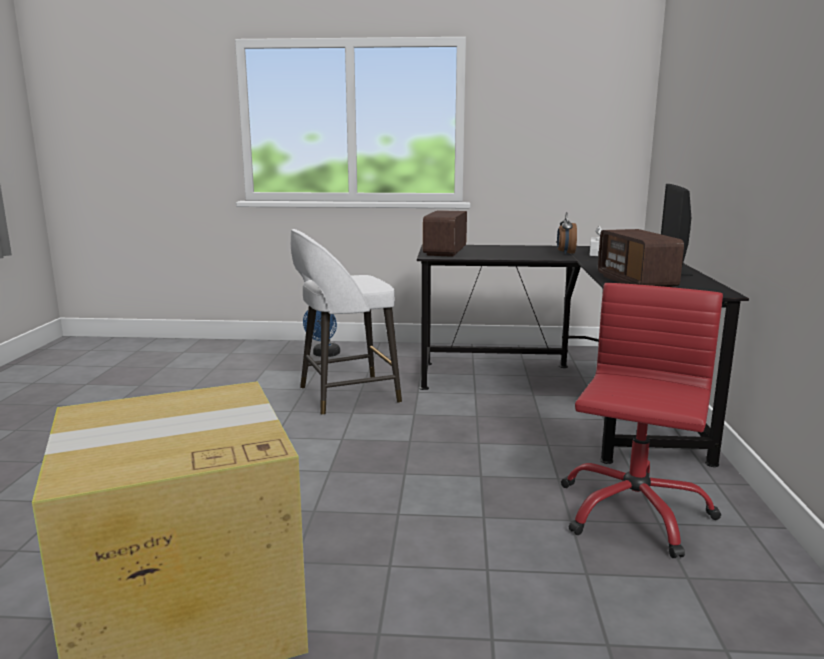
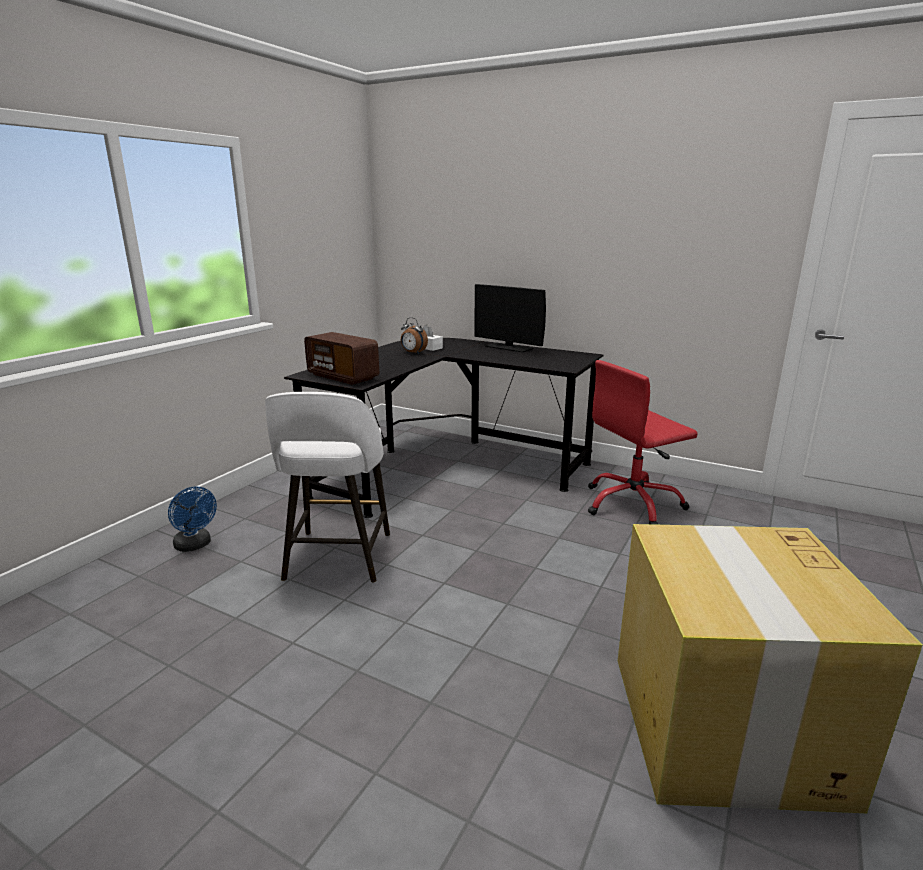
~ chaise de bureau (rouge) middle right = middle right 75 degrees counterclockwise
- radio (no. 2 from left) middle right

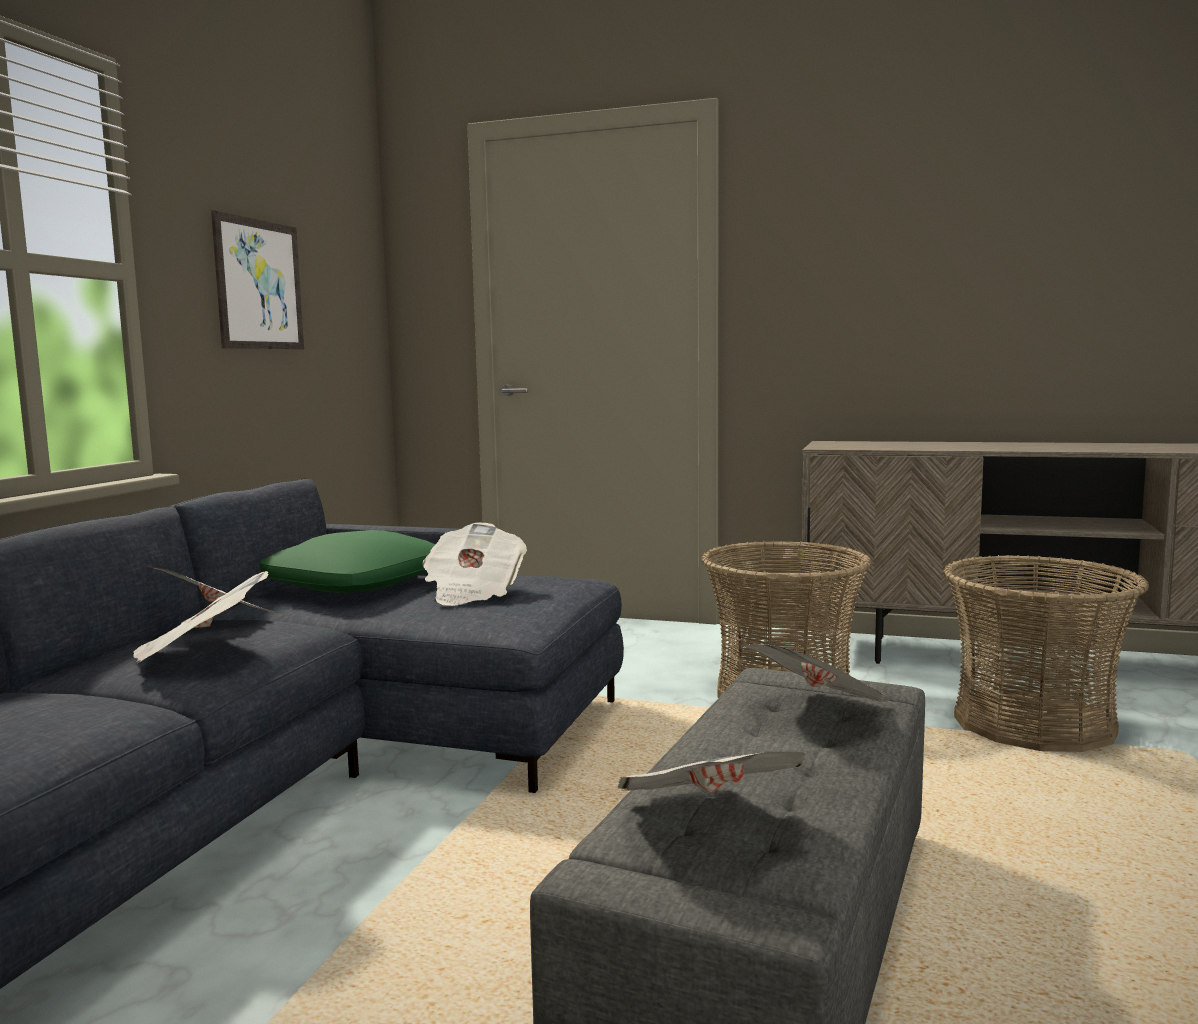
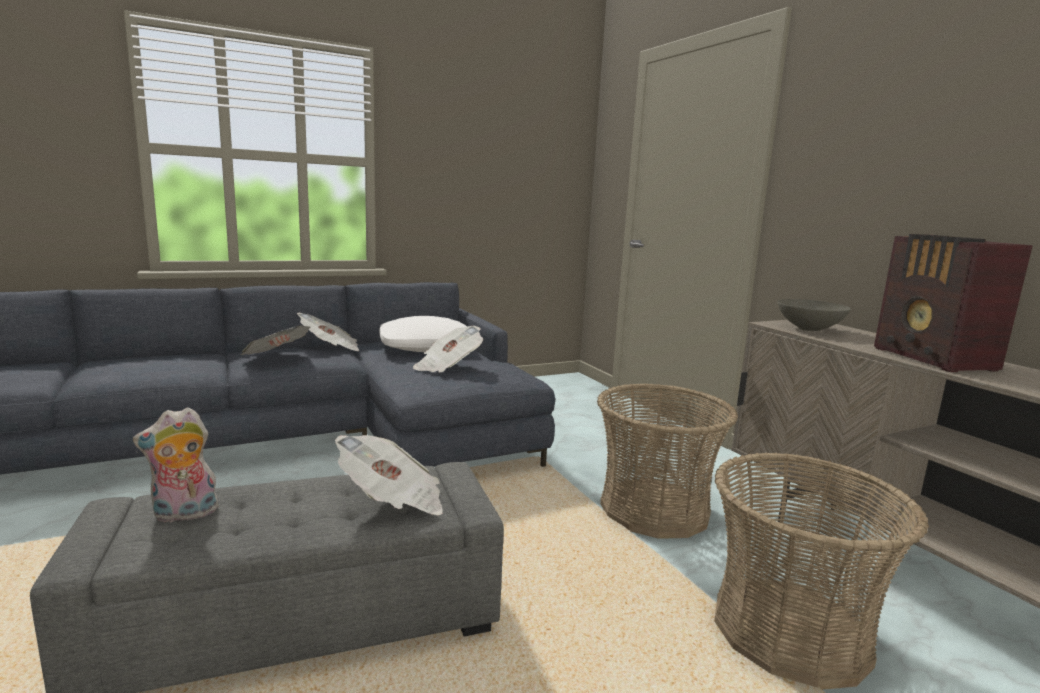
~ journal (no. 4 from left) bottom centre to peluche bottom left
~ coussin (vert) middle left to coussin (blanc) centre
+ bol (gris) middle right
+ radio middle right
- tableau top left

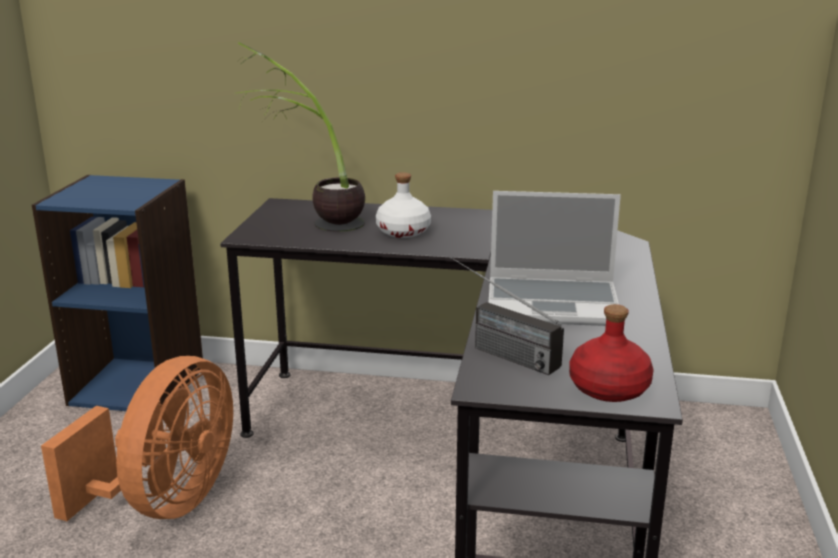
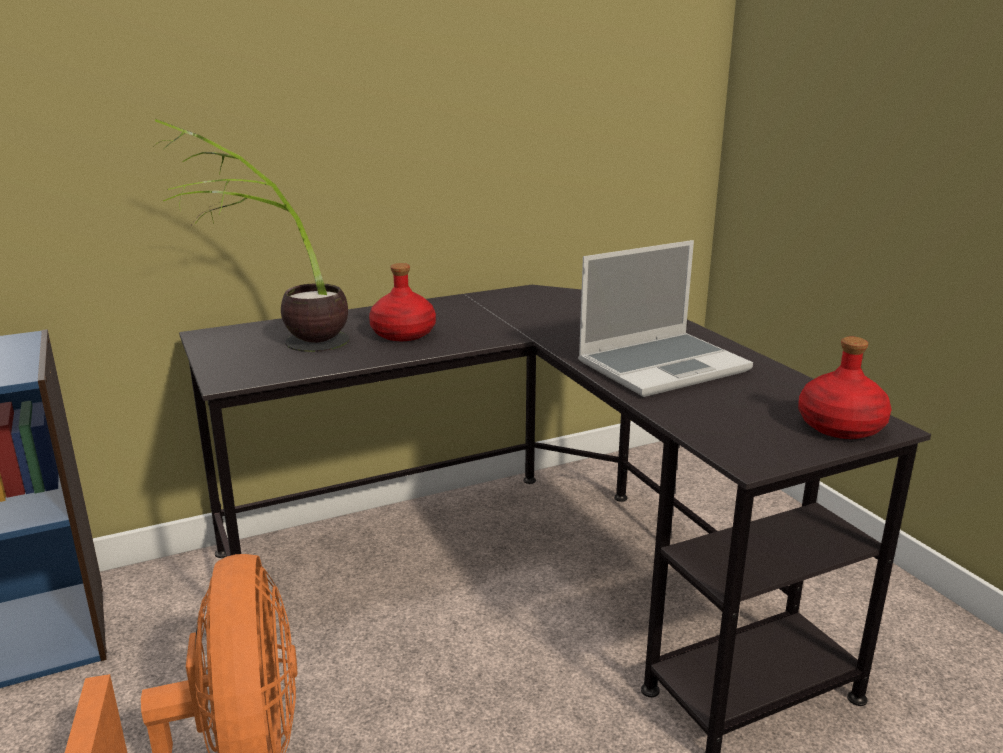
~ bouteille (blanc) centre to bouteille (rouge) (no. 1 from left) centre
- radio centre

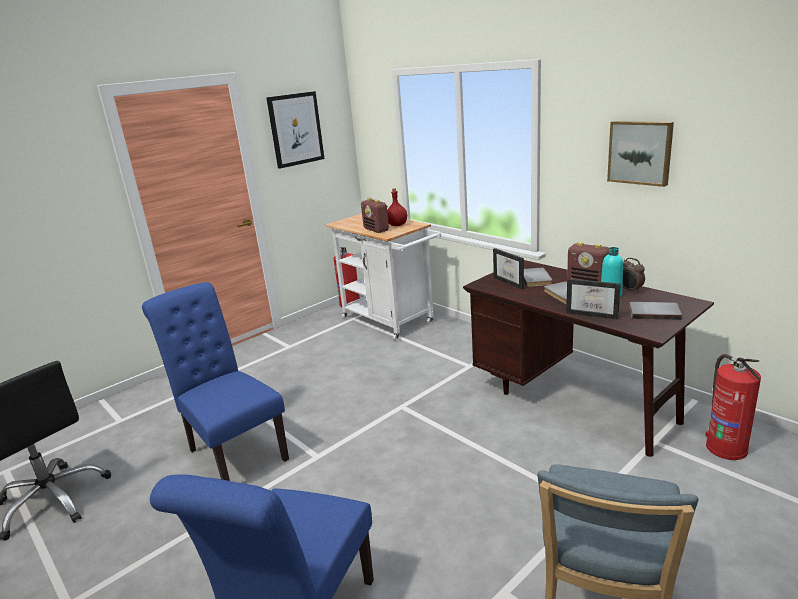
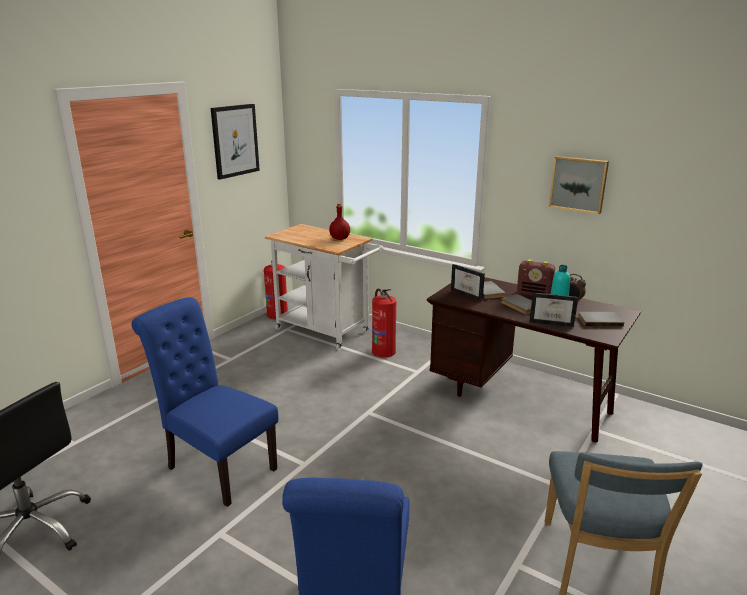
~ extincteur (no. 2 from left) bottom right to centre
- radio (no. 1 from left) centre

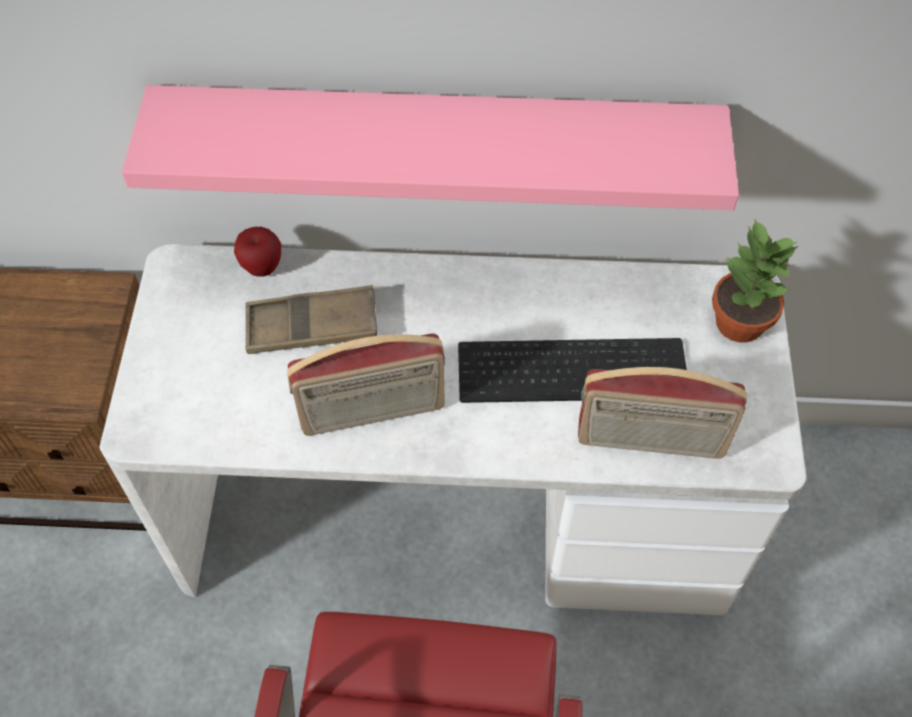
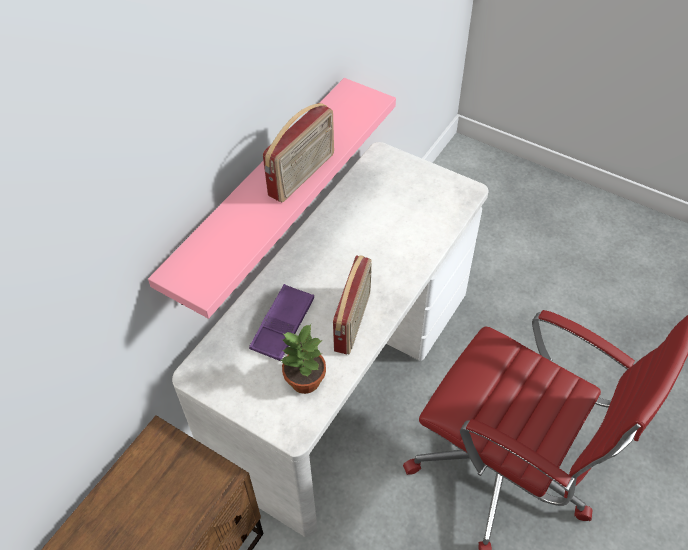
~ plateau (marron) centre to plateau (violet) centre
~ radio (no. 2 from left in the first image) middle right to radio (no. 1 from left) top centre
~ plante en pot middle right to centre
- pomme middle left
- clavier centre

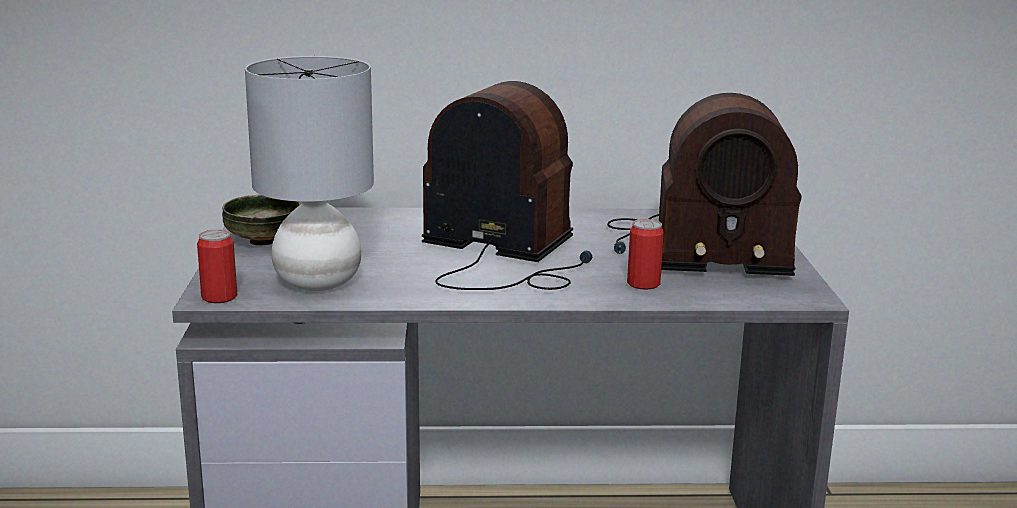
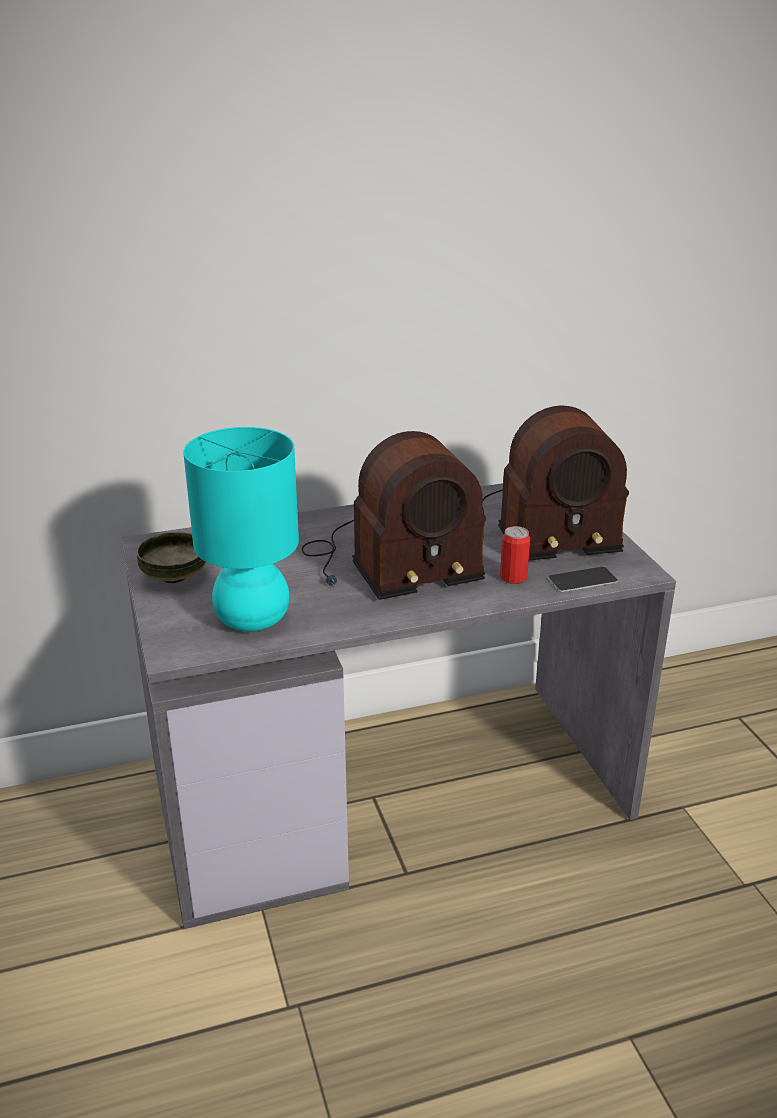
~ lampe de table (gris) middle left to lampe de table (turquoise) middle left
~ radio (no. 1 from left) centre = centre 150 degrees clockwise
+ téléphone middle right
- boîte métallique (no. 1 from left) middle left

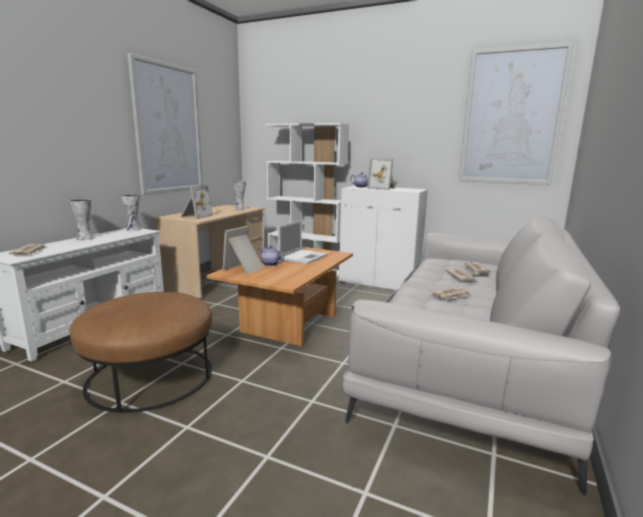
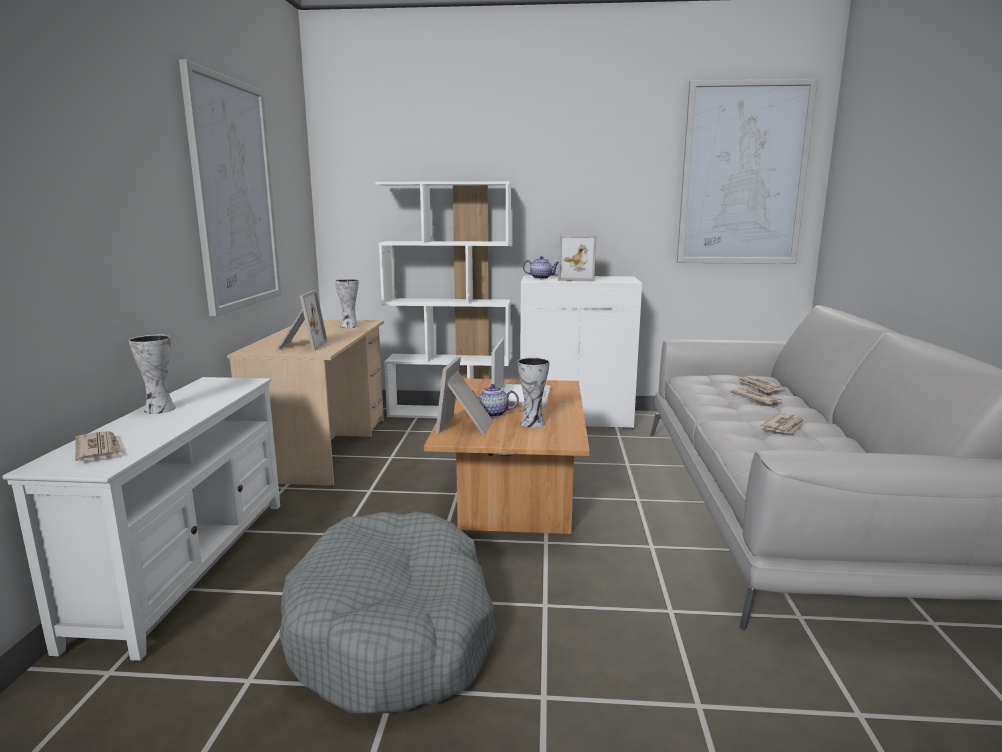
~ pouf (marron) bottom left to panier pour chien (gris) bottom centre
~ vase (no. 2 from left in the first image) middle left to vase (no. 3 from left) centre

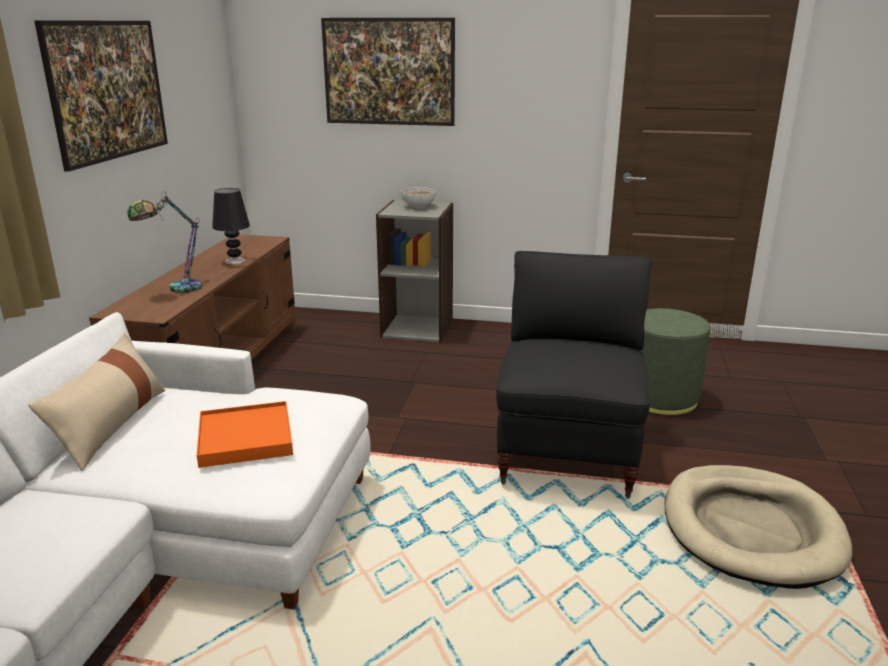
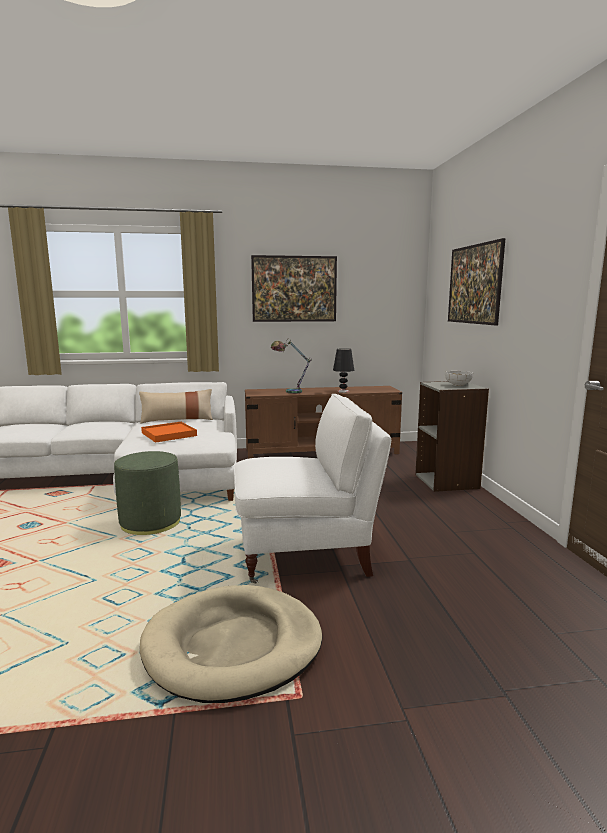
~ pouf (vert) middle right to middle left
~ fauteuil (noir) centre to fauteuil (blanc) centre

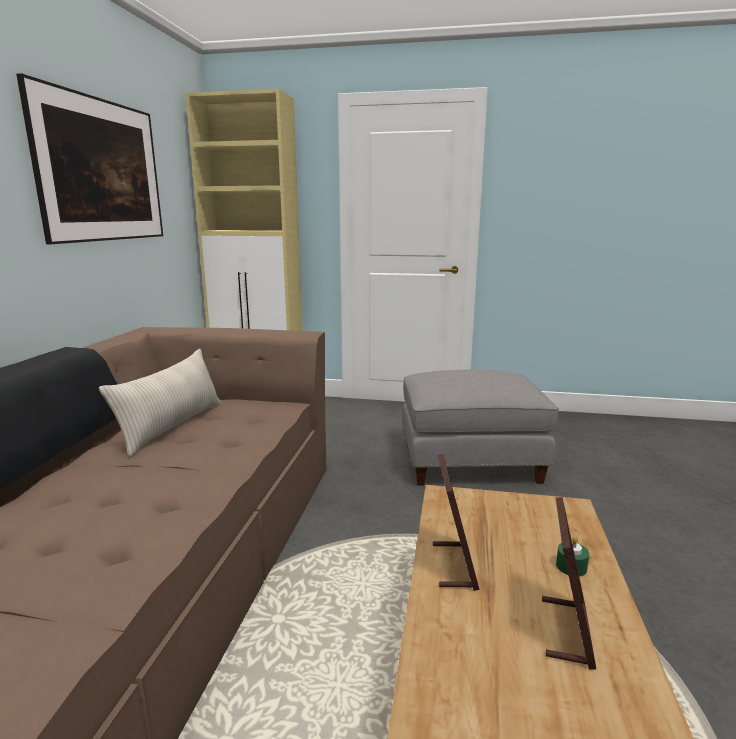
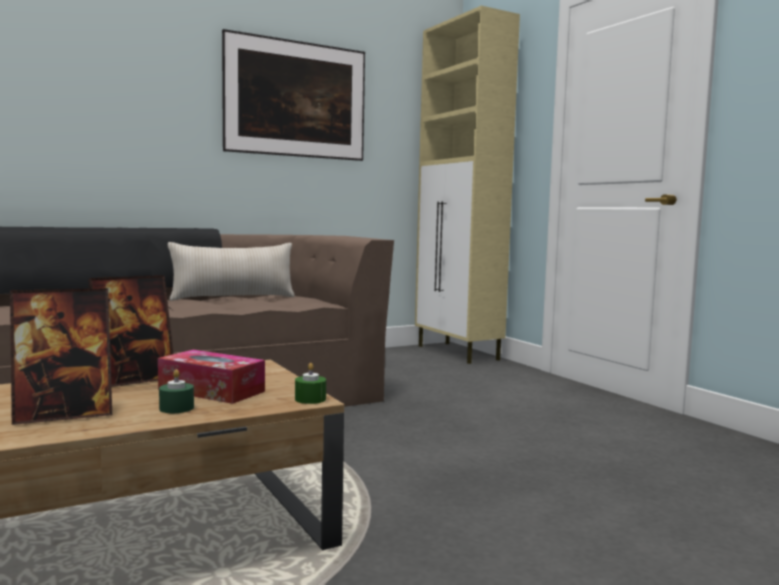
+ boîte à mouchoirs middle left
+ bougie (vert) (no. 2 from left) centre
- pouf (gris) centre

